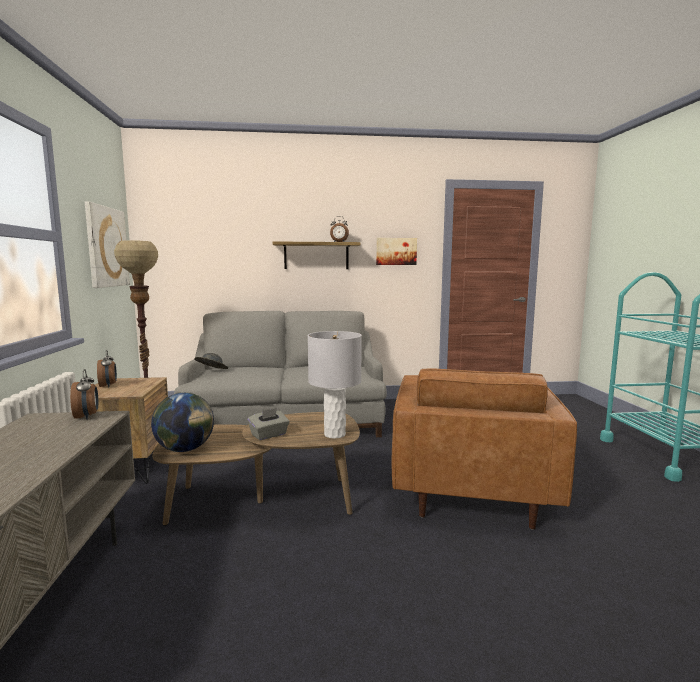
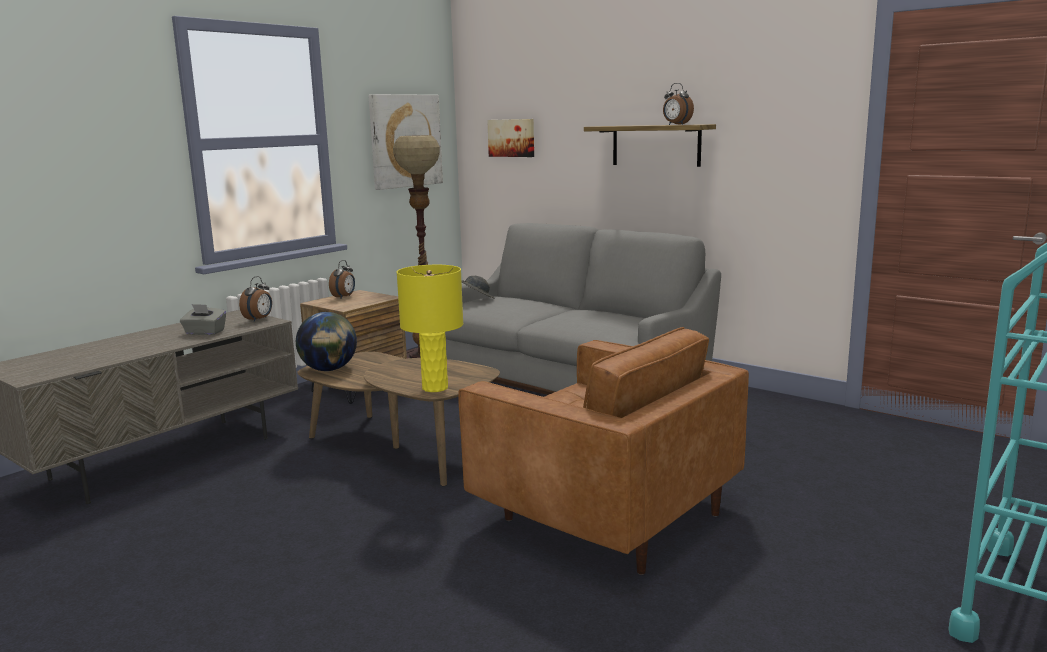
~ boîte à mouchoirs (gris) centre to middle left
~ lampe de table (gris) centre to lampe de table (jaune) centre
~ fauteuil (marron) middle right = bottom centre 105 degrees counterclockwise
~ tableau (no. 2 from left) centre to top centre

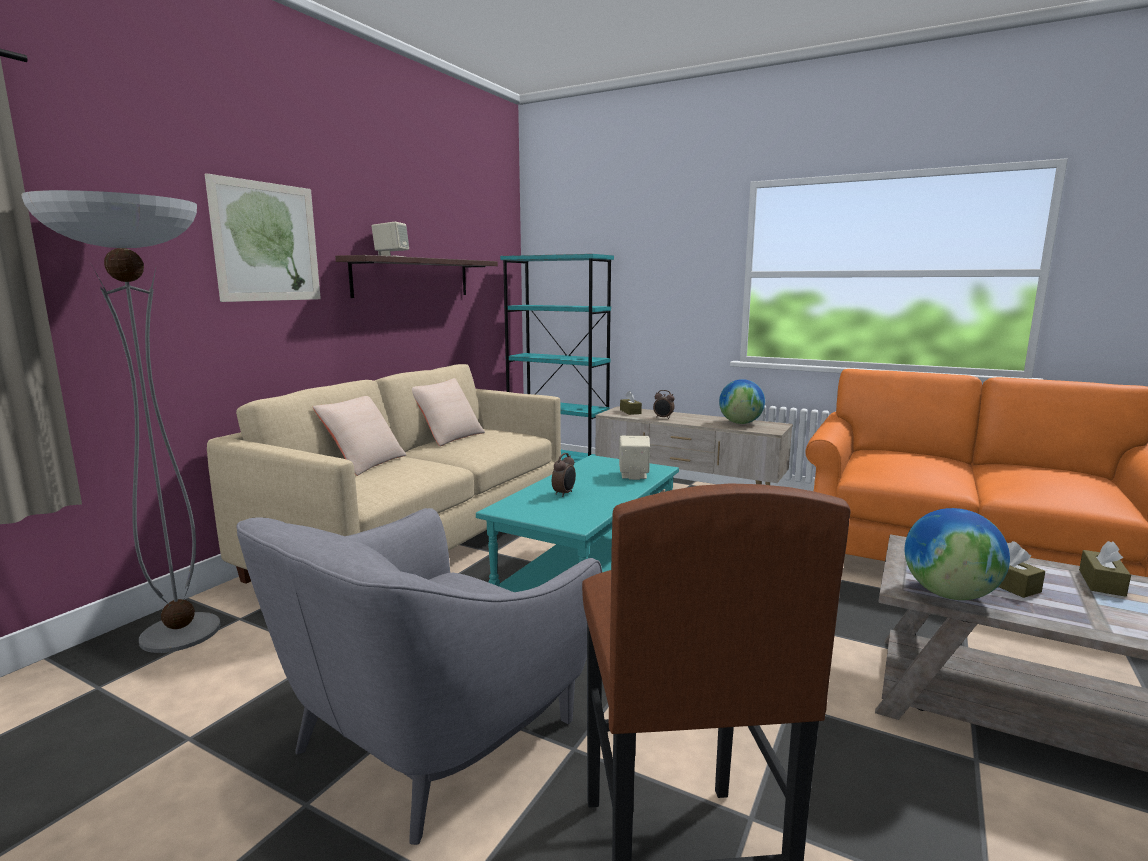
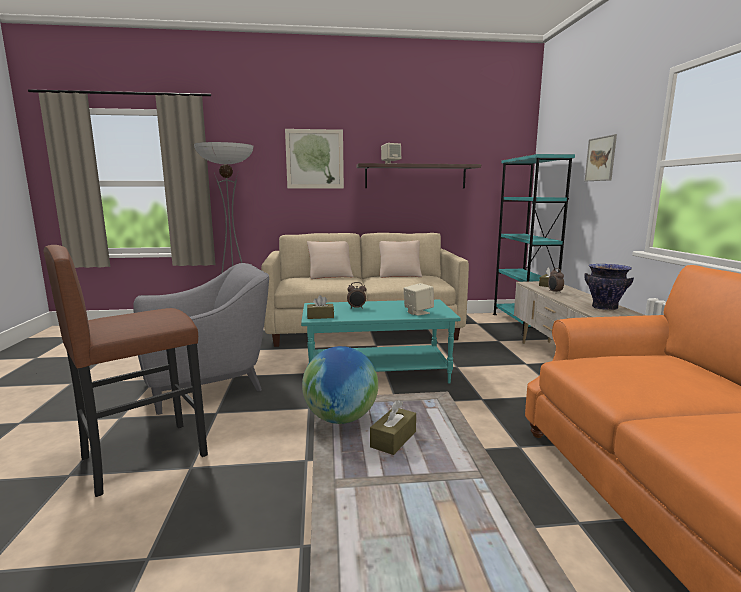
~ fauteuil (gris) bottom centre = middle left 150 degrees clockwise
~ boîte à mouchoirs (marron) (no. 3 from left in the first image) middle right to boîte à mouchoirs (marron) (no. 1 from left) centre
~ globe (no. 1 from left) centre to vase middle right
+ tableau (no. 2 from left) top right

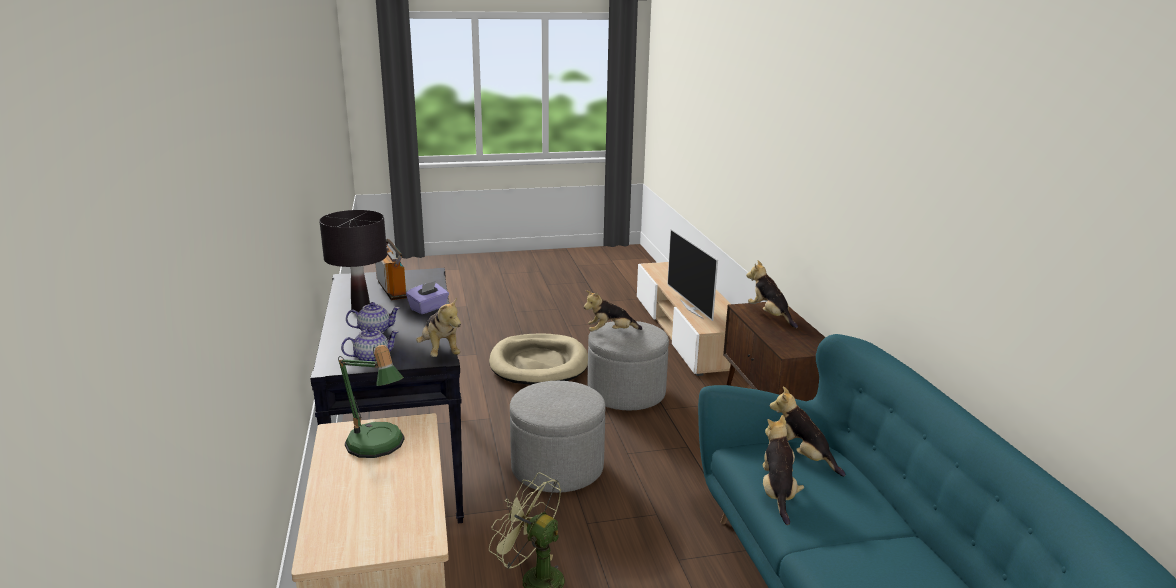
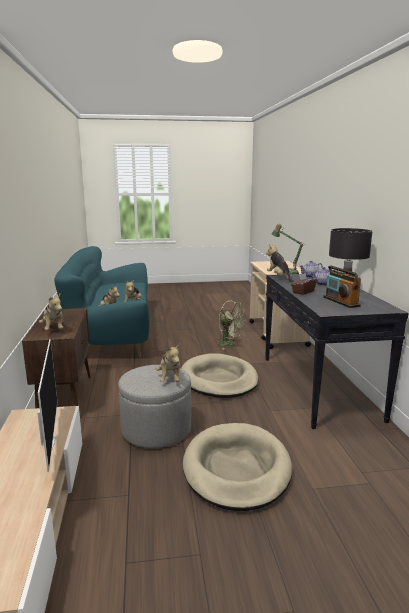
~ peluche (no. 2 from left in the first image) centre = centre 90 degrees clockwise
~ pouf (gris) (no. 1 from left) bottom centre to panier pour chien (beige) (no. 1 from left) centre
~ boîte à mouchoirs (violet) centre to boîte à mouchoirs (marron) middle right

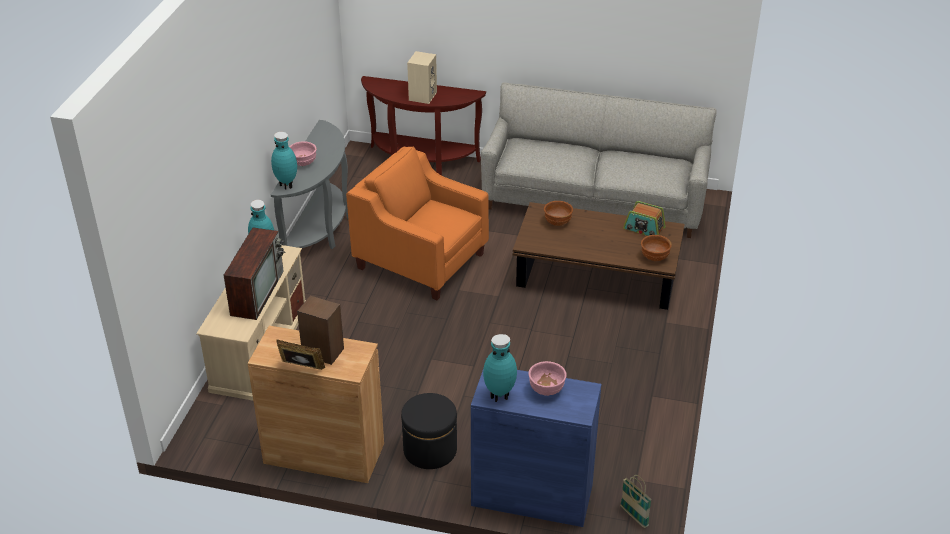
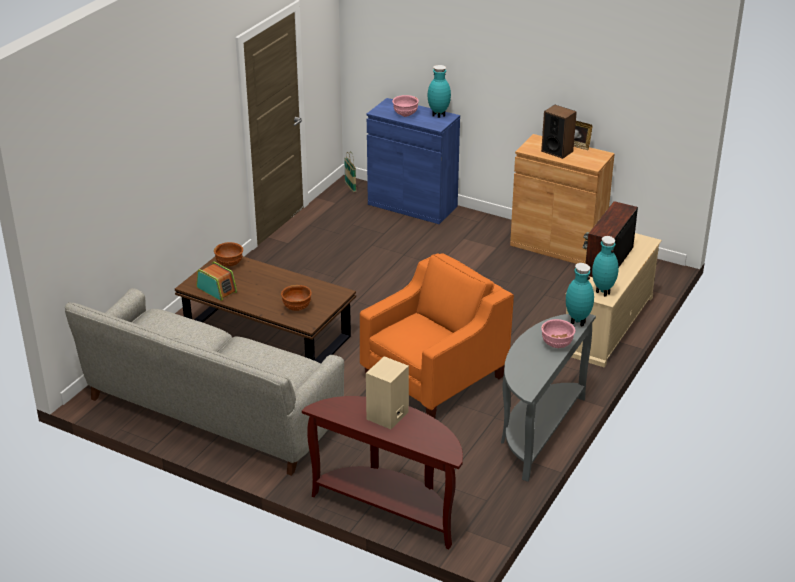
~ fauteuil (orange) centre = centre 90 degrees counterclockwise
- pouf (noir) bottom centre

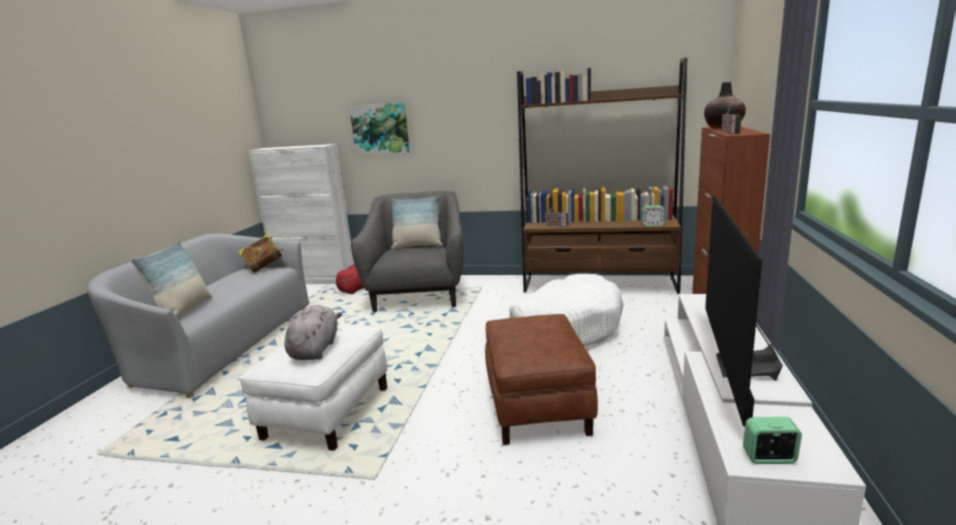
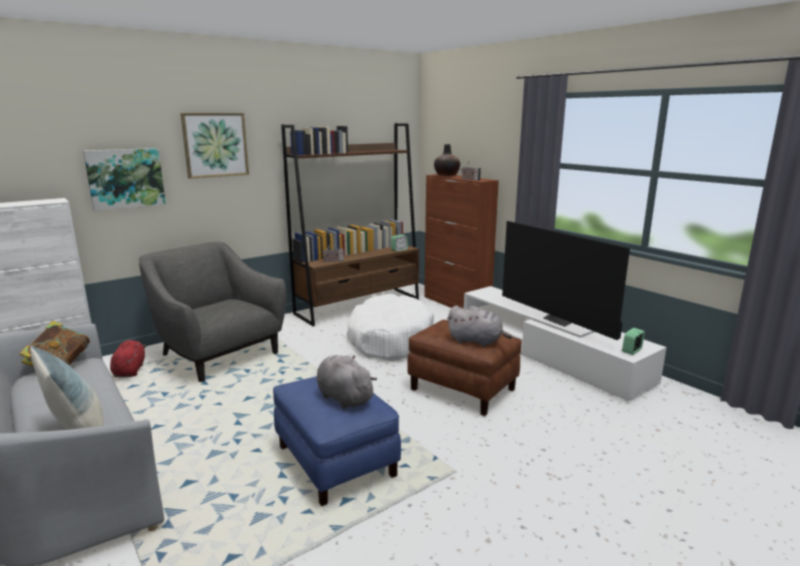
+ tableau (no. 2 from left) top left
~ pouf (blanc) bottom left to pouf (bleu) bottom centre
+ peluche (gris) (no. 2 from left) centre
- coussin (no. 2 from left) centre

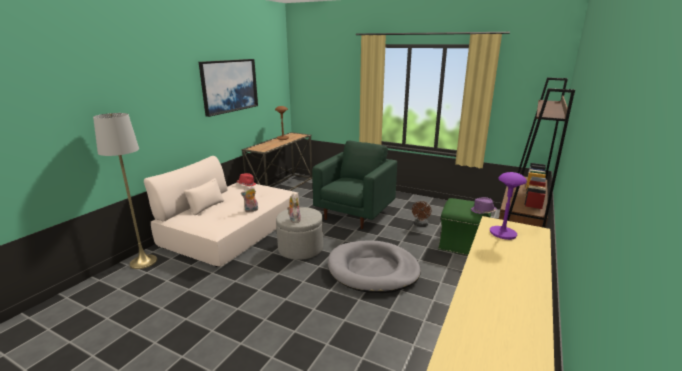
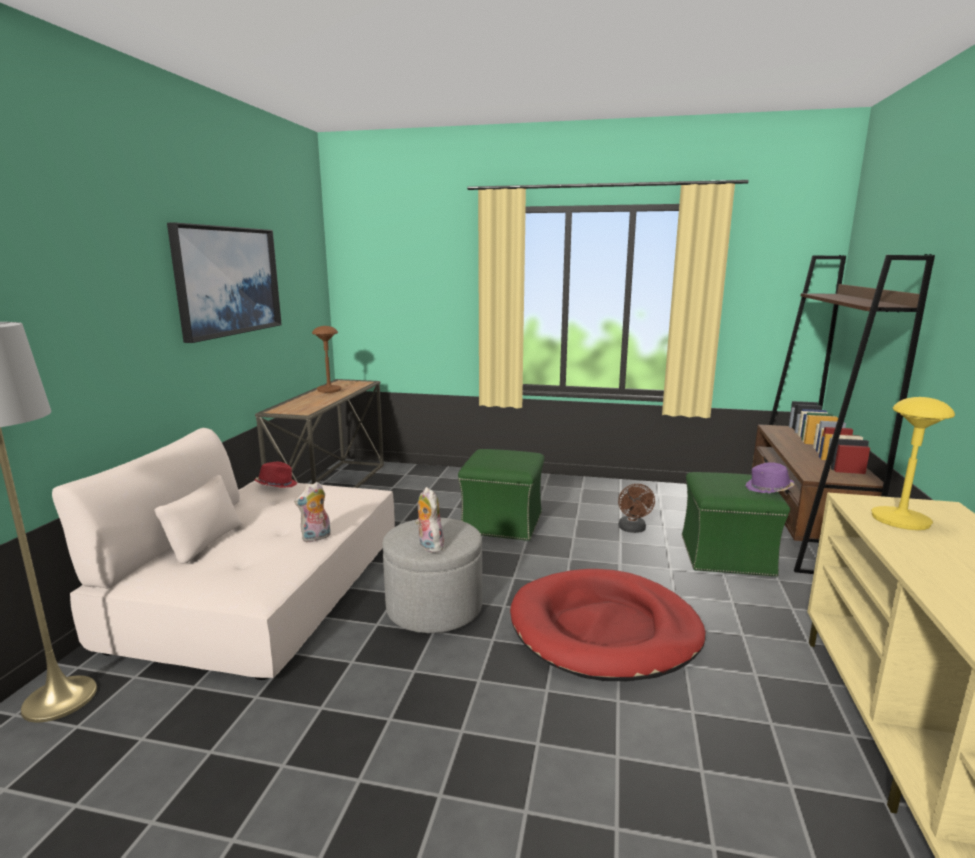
~ fauteuil (vert) centre to pouf (vert) (no. 1 from left) centre
~ panier pour chien (gris) bottom centre to panier pour chien (rouge) bottom centre
~ lampe de table (violet) middle right to lampe de table (jaune) middle right

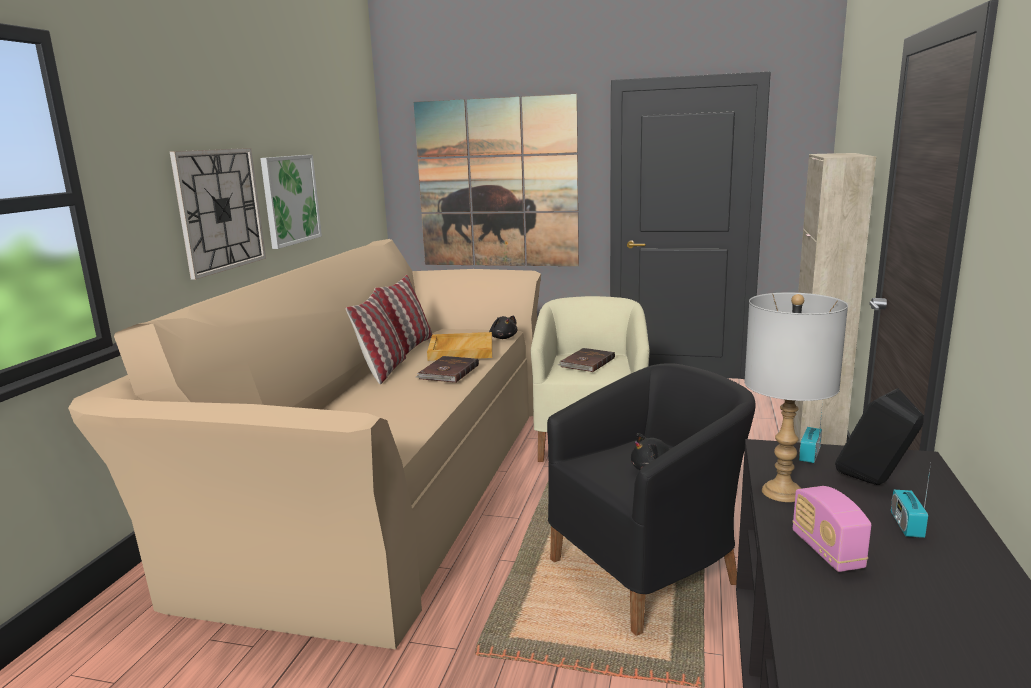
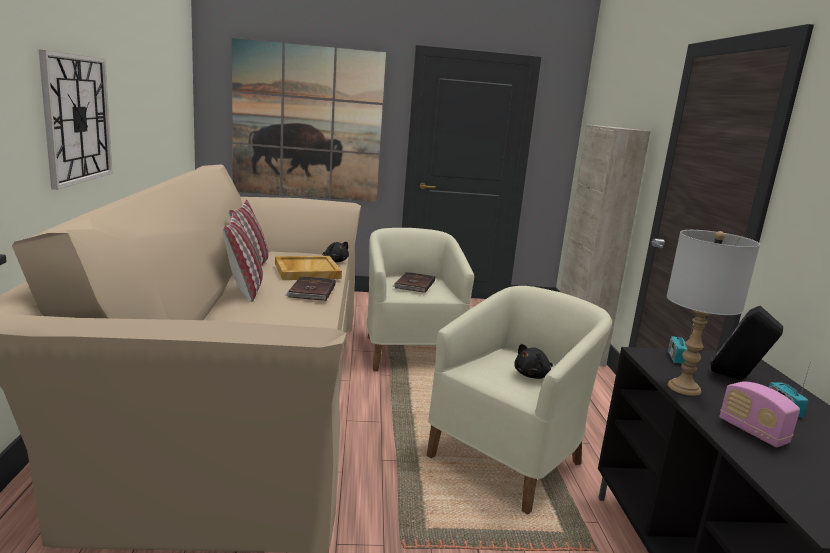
~ fauteuil (noir) bottom centre to fauteuil (beige) (no. 2 from left) bottom centre
- tableau (no. 1 from left) top left

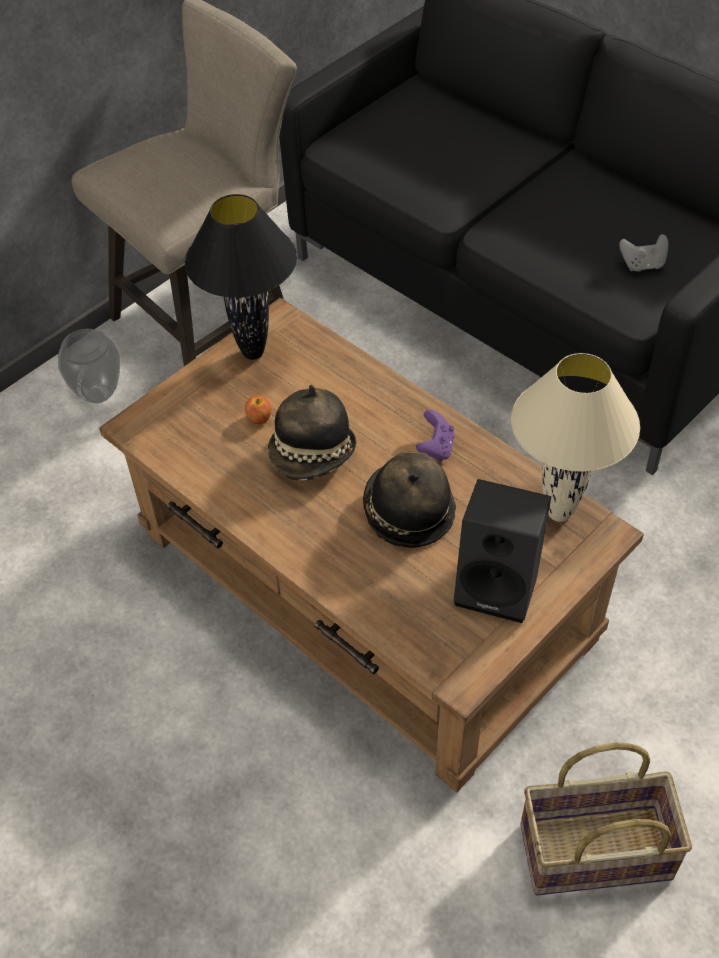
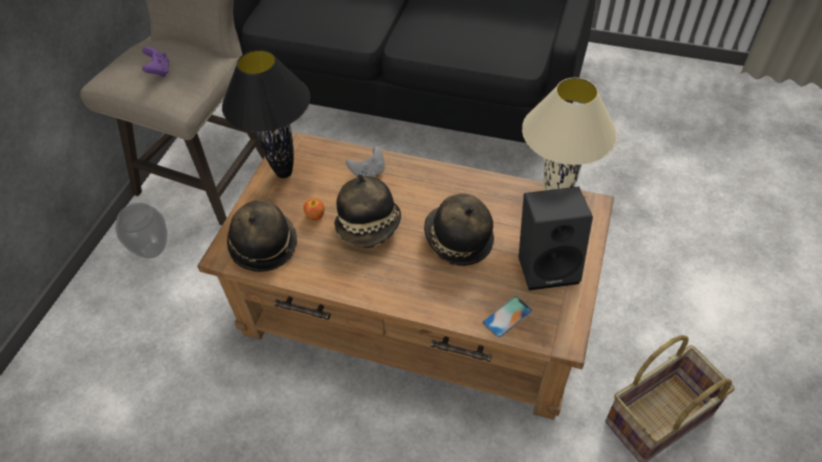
~ manette (violet) centre to top left
+ chapeau (no. 1 from left) middle left
~ manette (gris) top right to centre
+ téléphone bottom centre

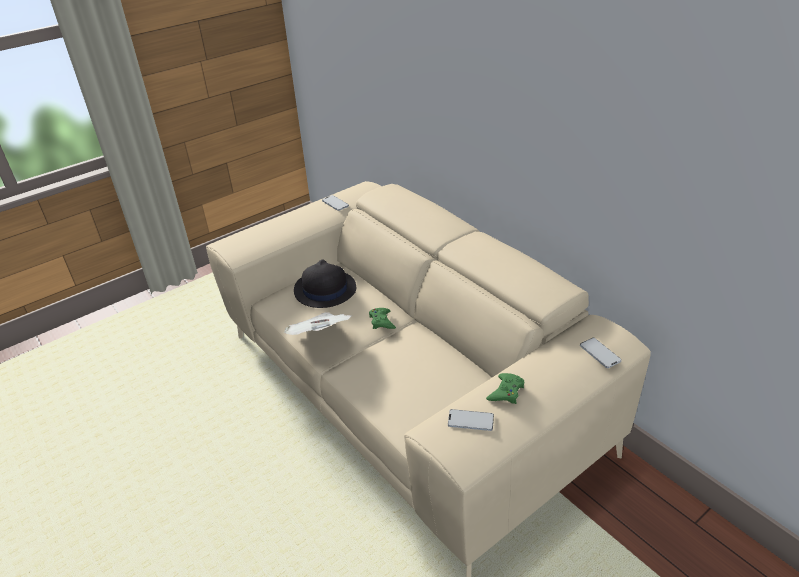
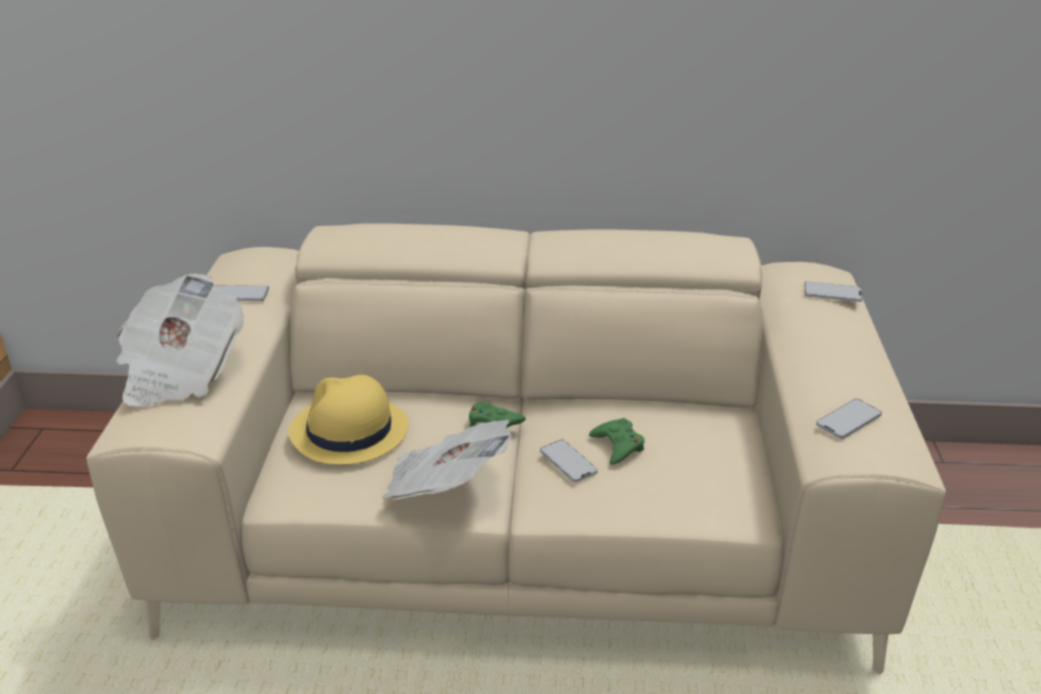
+ journal (no. 1 from left) middle left
~ chapeau (noir) centre to chapeau (jaune) centre
+ téléphone (no. 2 from left) centre
~ manette (vert) (no. 2 from left) bottom centre to centre

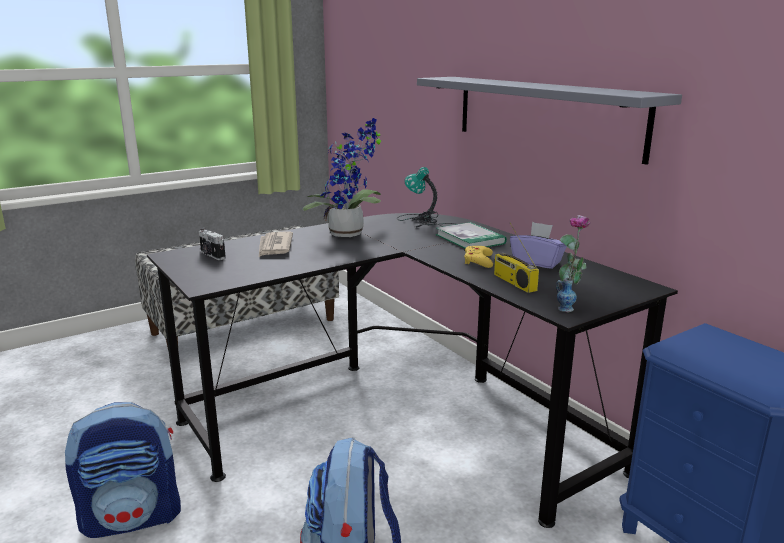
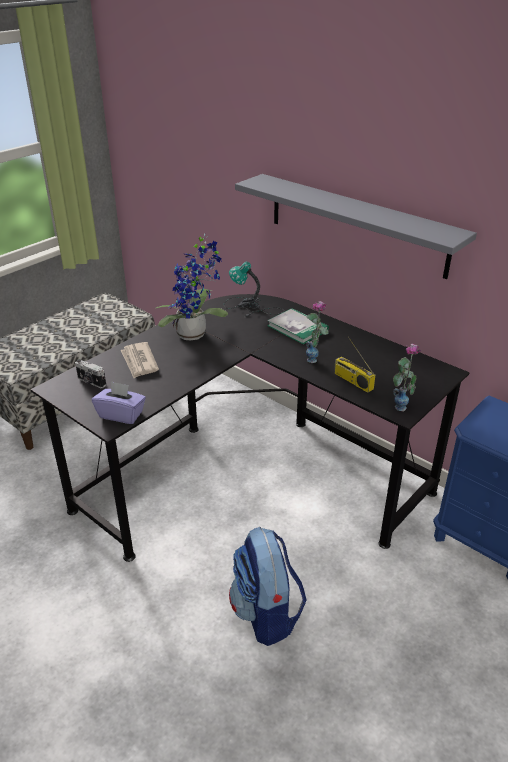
~ boîte à mouchoirs (violet) middle right to middle left
~ manette (jaune) centre to vase (no. 1 from left) centre
- sac à dos (no. 1 from left) bottom left

